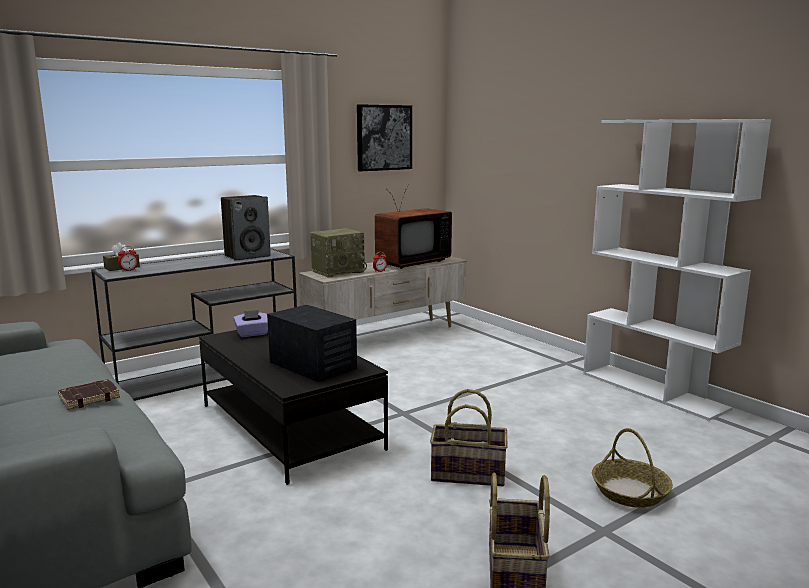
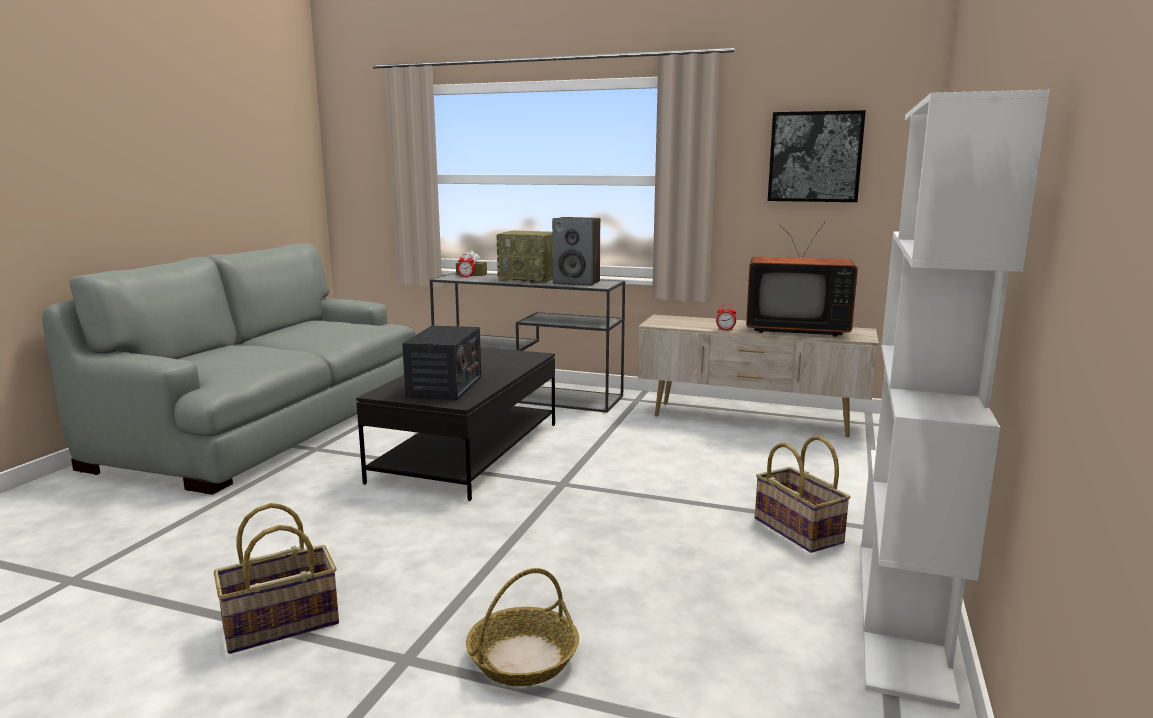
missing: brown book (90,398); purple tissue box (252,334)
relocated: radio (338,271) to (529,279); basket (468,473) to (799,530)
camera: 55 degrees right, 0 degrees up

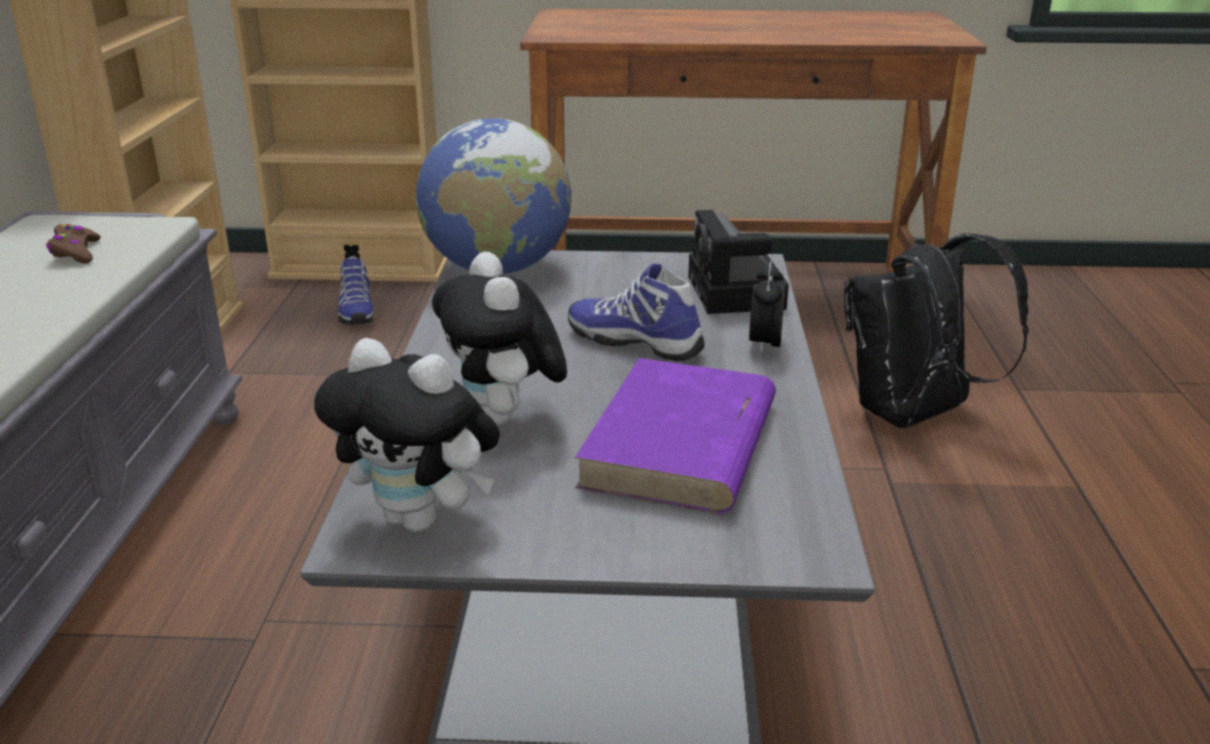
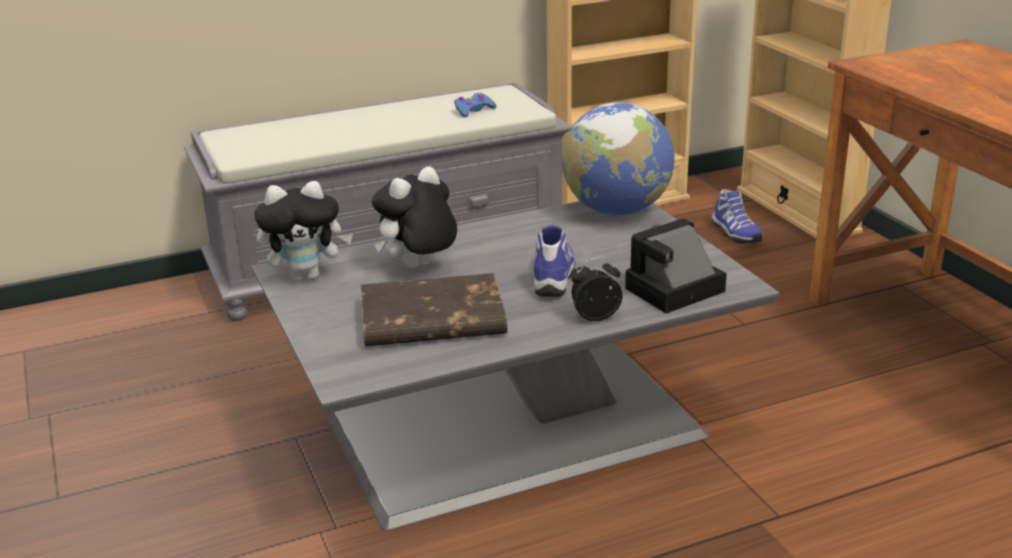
missing: black backpack (912,417)
colour: purple book (680,445) to brown book (431,320); brown game controller (75,253) to blue game controller (473,110)
spun: plush toy (421,520) = (307,276) 105 degrees counterclockwise; shoe (355,311) = (734,233) 75 degrees counterclockwise
camera: 65 degrees right, 0 degrees up

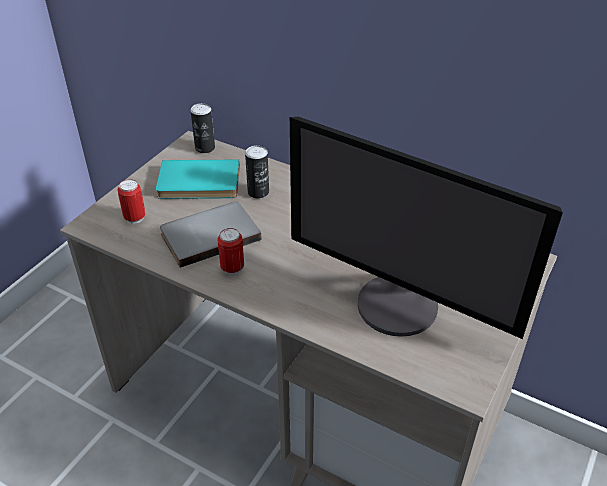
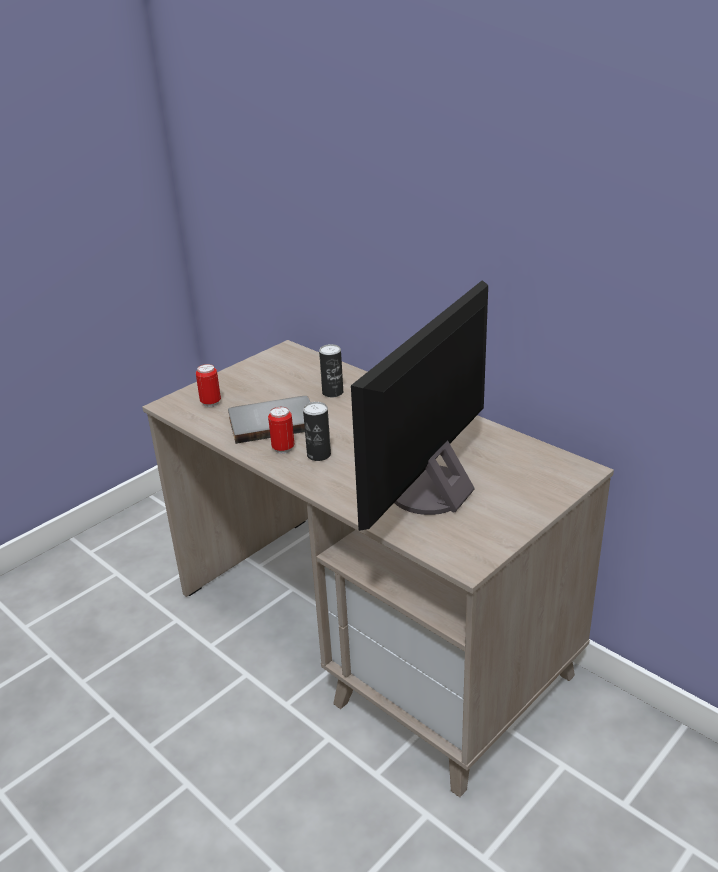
missing: turquoise book (199,184)
relocated: can (205,148) to (319,455)
spun: monitor (399,304) = (430,492) 75 degrees clockwise
camera: 15 degrees right, 10 degrees down

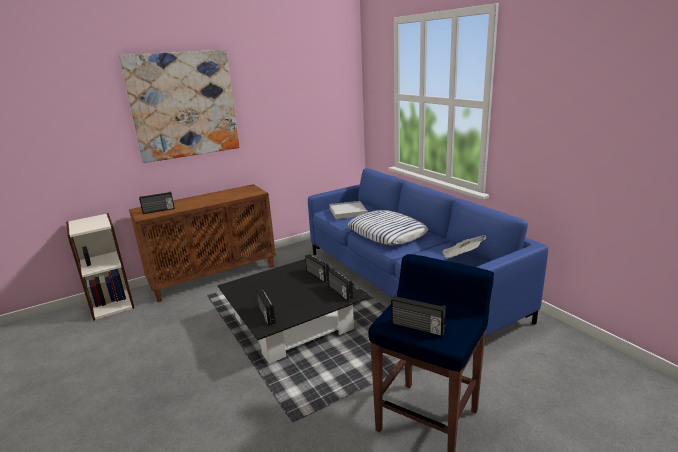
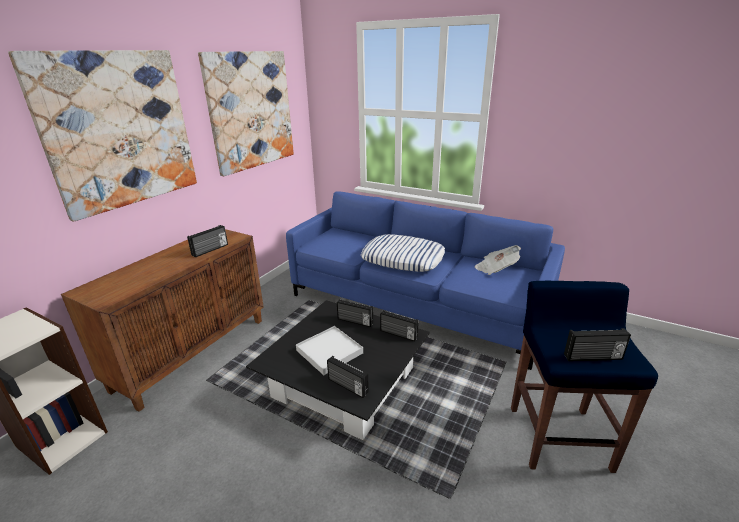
appeared: picture (251,111)
relocated: radio (158,210) to (210,250); white tray (348,212) to (329,352)
camera: 30 degrees left, 5 degrees up

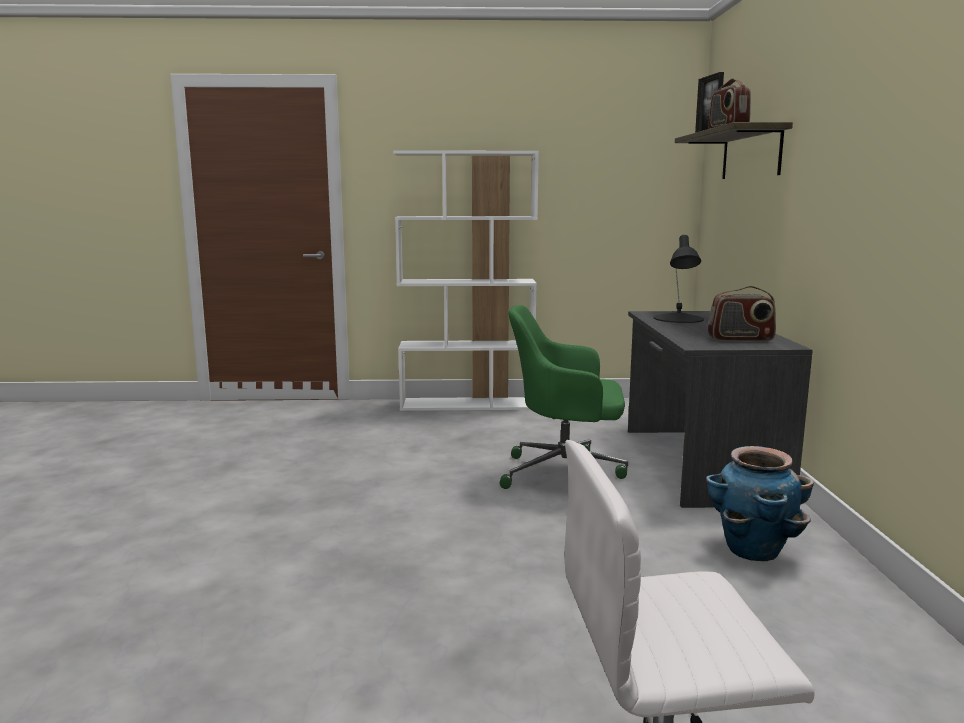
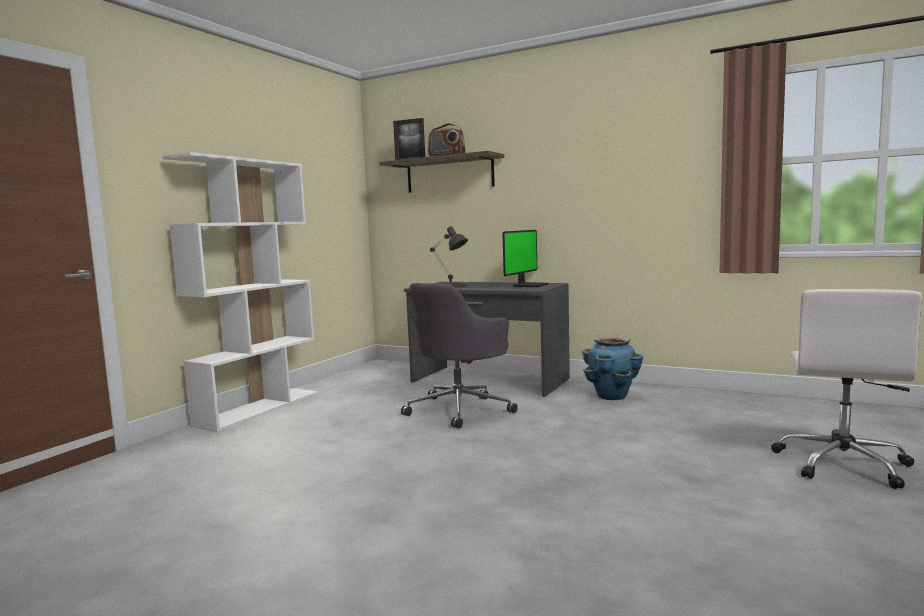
exchanged: radio (740,339) to monitor (529,285)
colour: green office chair (565,475) to grey office chair (460,409)
camera: 60 degrees left, 5 degrees down

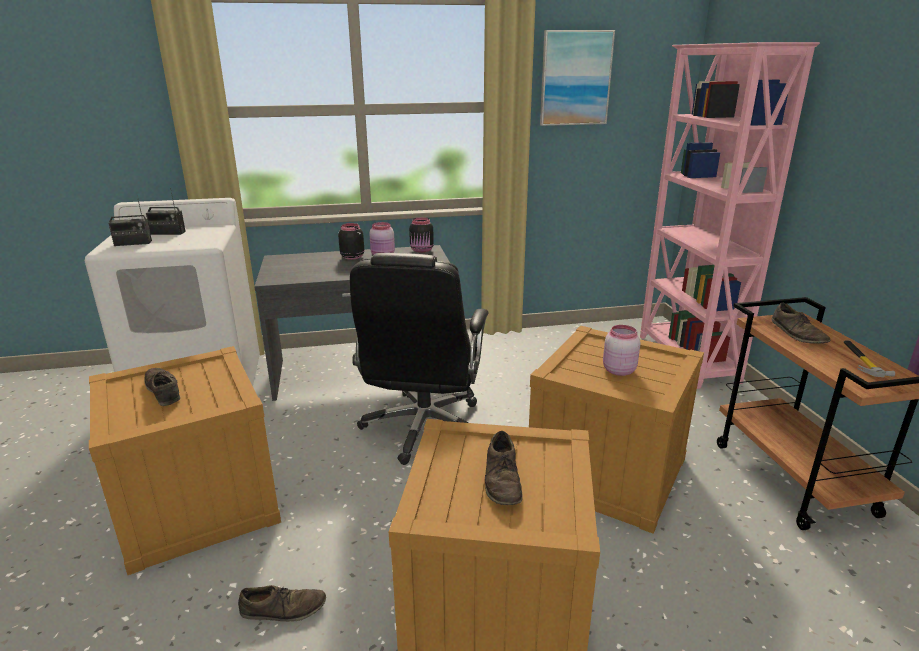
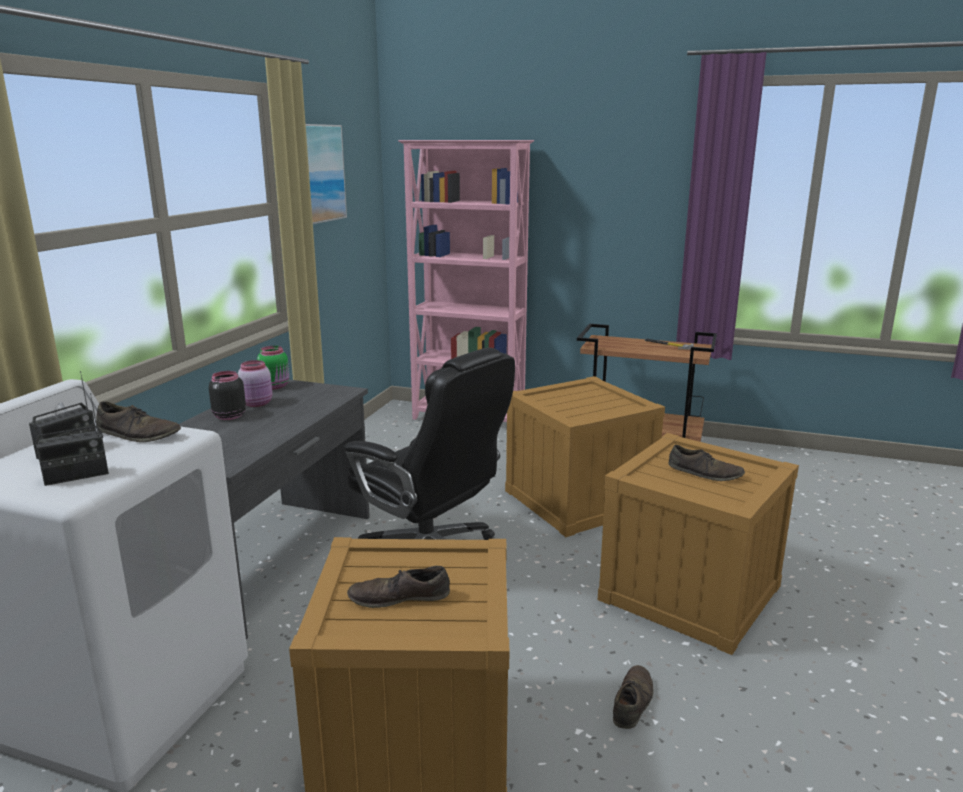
missing: pink jar (618,370)
relocated: brown shoe (797,334) to (138,434)
colour: black jar (422,250) to green jar (275,386)
spun: radio (133,243) = (76,476) 45 degrees clockwise
camera: 60 degrees left, 5 degrees down

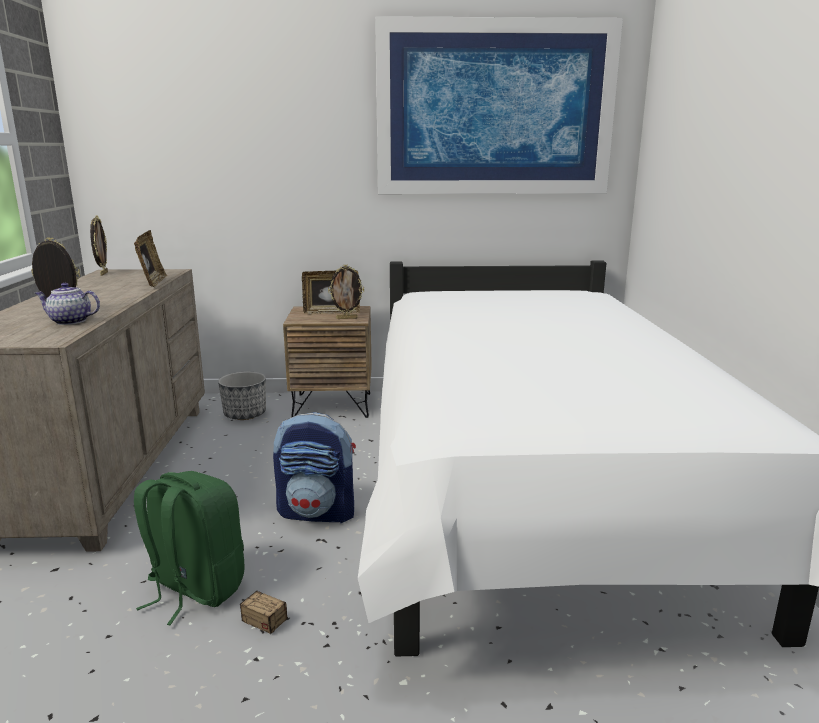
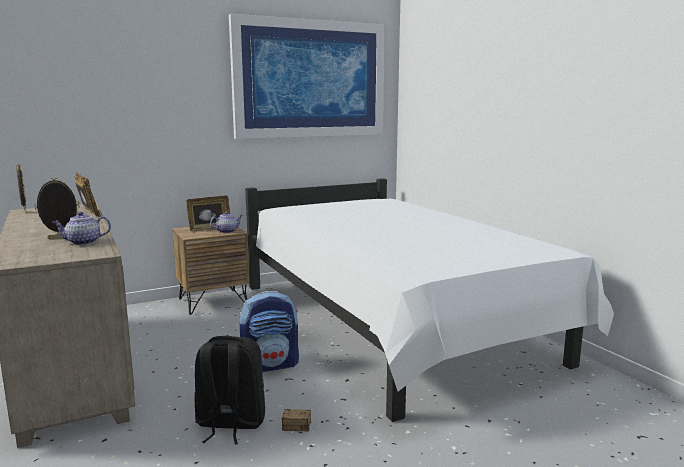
missing: planter (245,414)
exchanged: picture frame (347,318) to teapot (227,231)
colour: green backpack (194,589) to black backpack (230,424)
camera: 25 degrees left, 5 degrees down

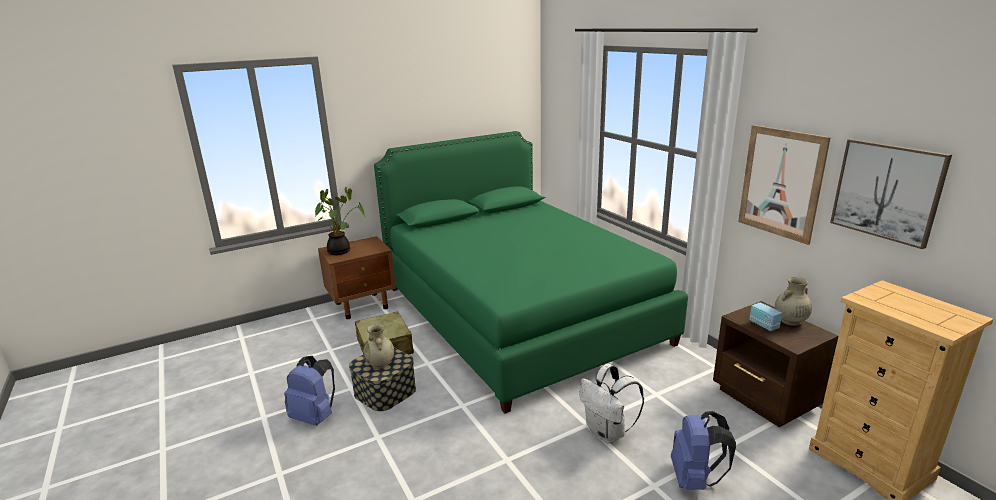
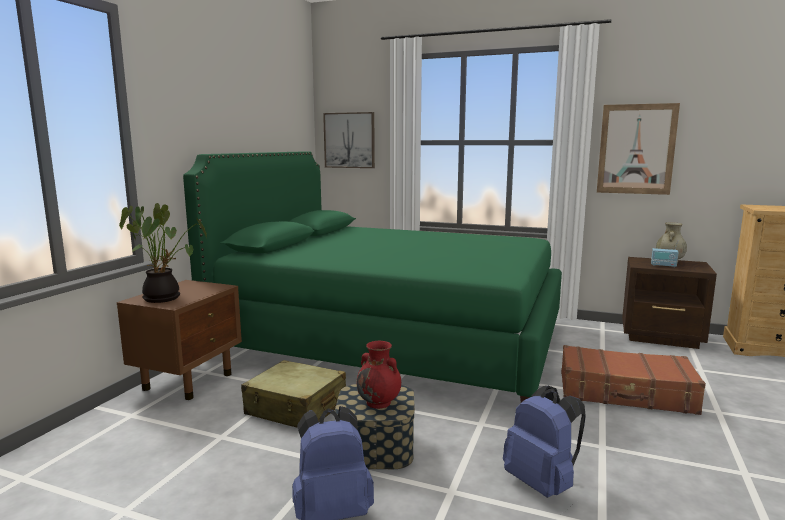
relocated: picture (887,191) to (349,140); blue backpack (695,479) to (542,483)
exchanged: white backpack (607,433) to brown suitcase (625,393)
colour: beige vase (380,364) to red vase (379,403)
camera: 40 degrees left, 10 degrees down

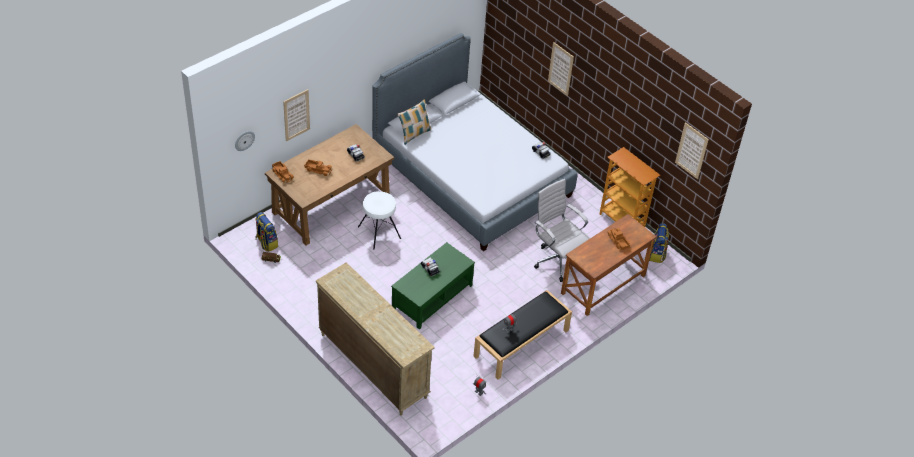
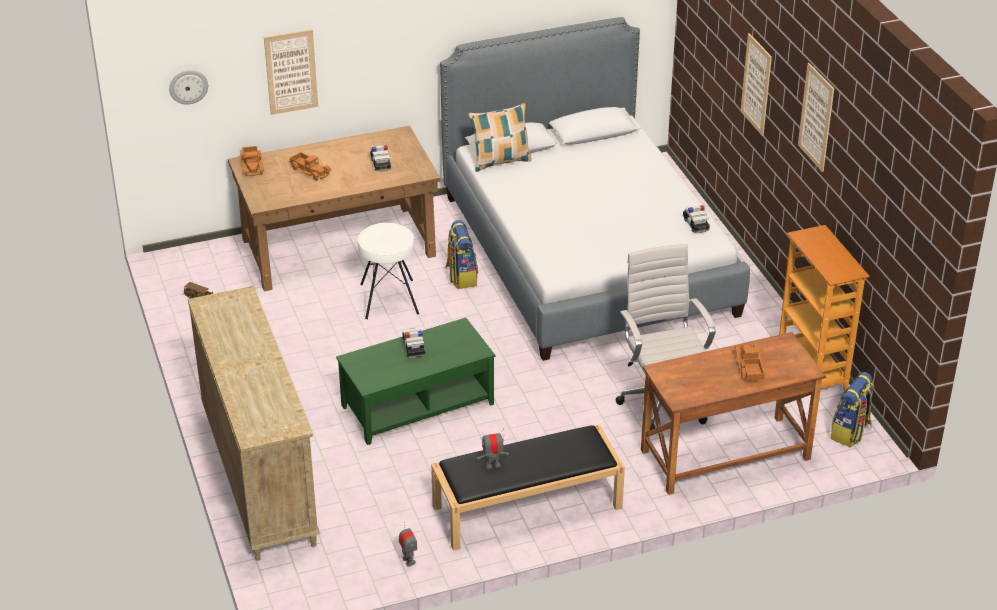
relocated: backpack (266,242) to (461,277); picture (691,150) to (816,117)
camera: 25 degrees right, 10 degrees down

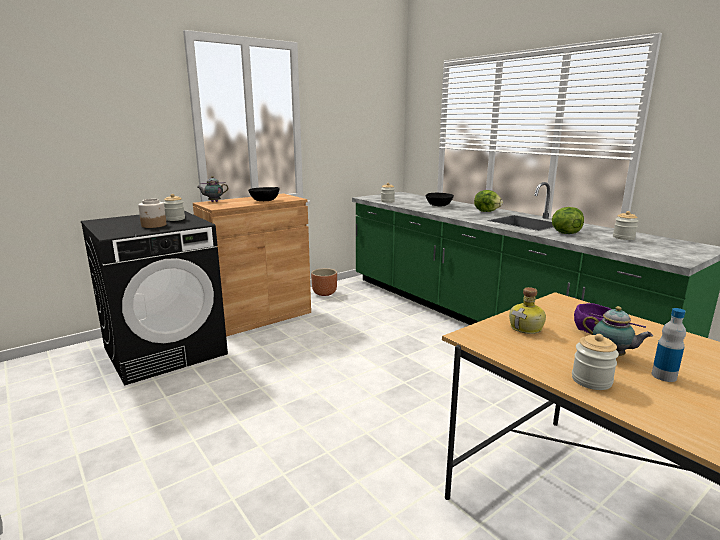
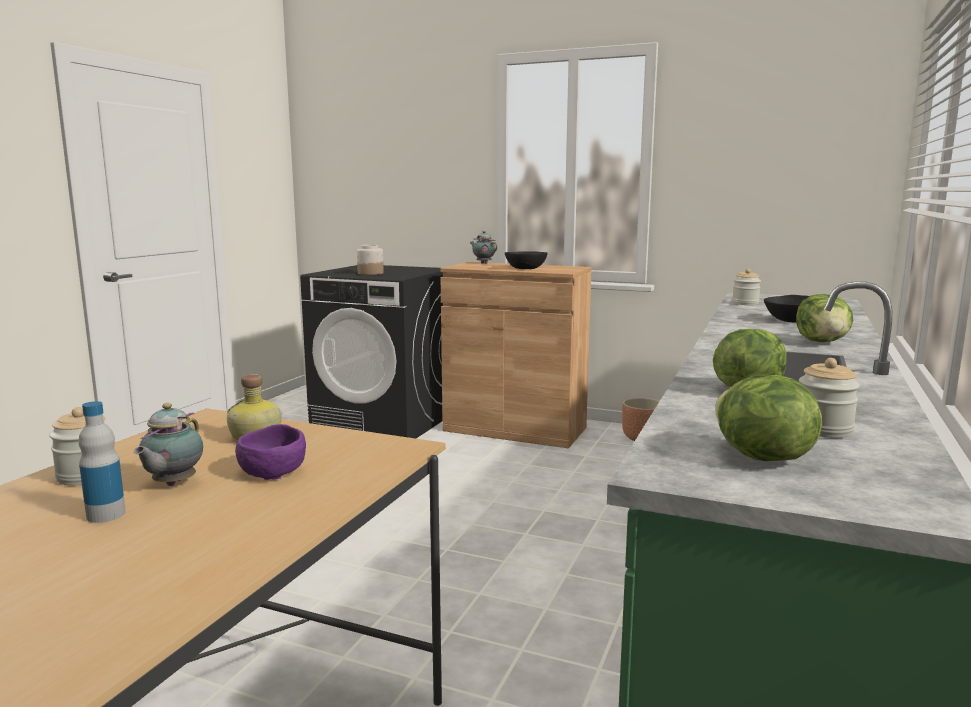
missing: jar (175,219)
appeared: lettuce (760,457)
camera: 60 degrees right, 5 degrees down

